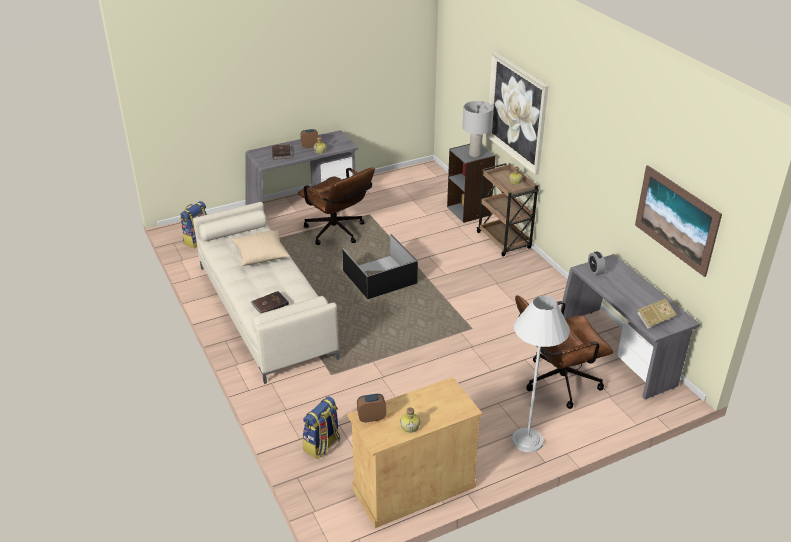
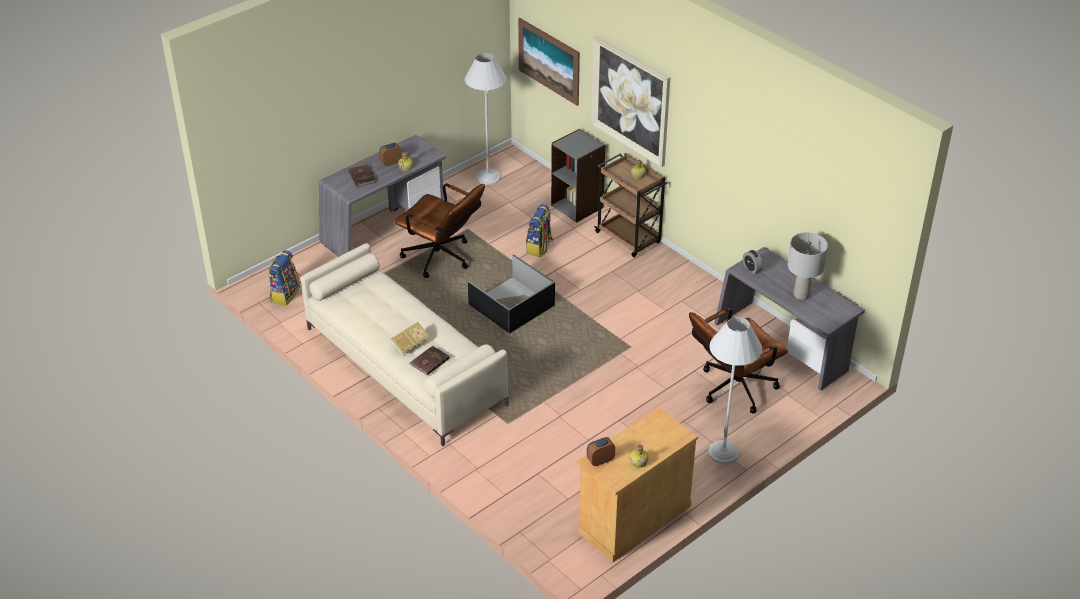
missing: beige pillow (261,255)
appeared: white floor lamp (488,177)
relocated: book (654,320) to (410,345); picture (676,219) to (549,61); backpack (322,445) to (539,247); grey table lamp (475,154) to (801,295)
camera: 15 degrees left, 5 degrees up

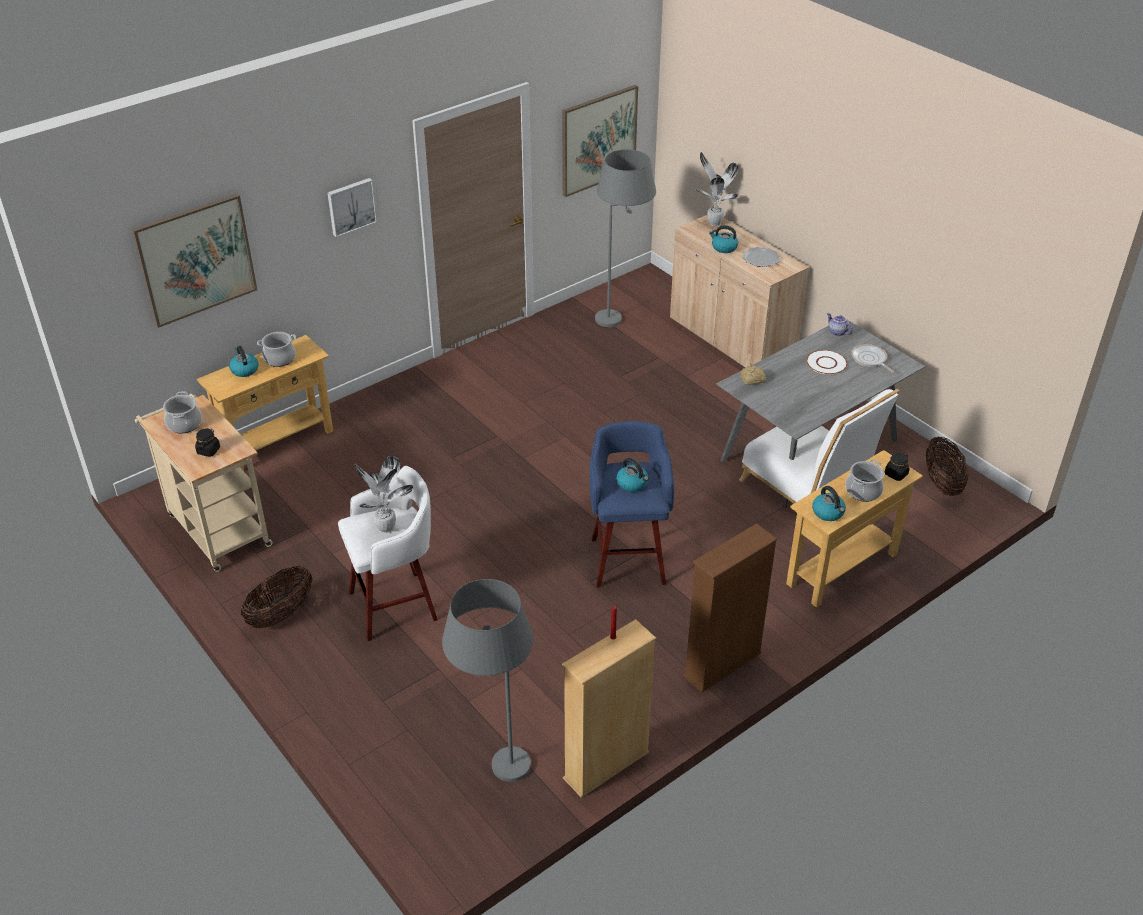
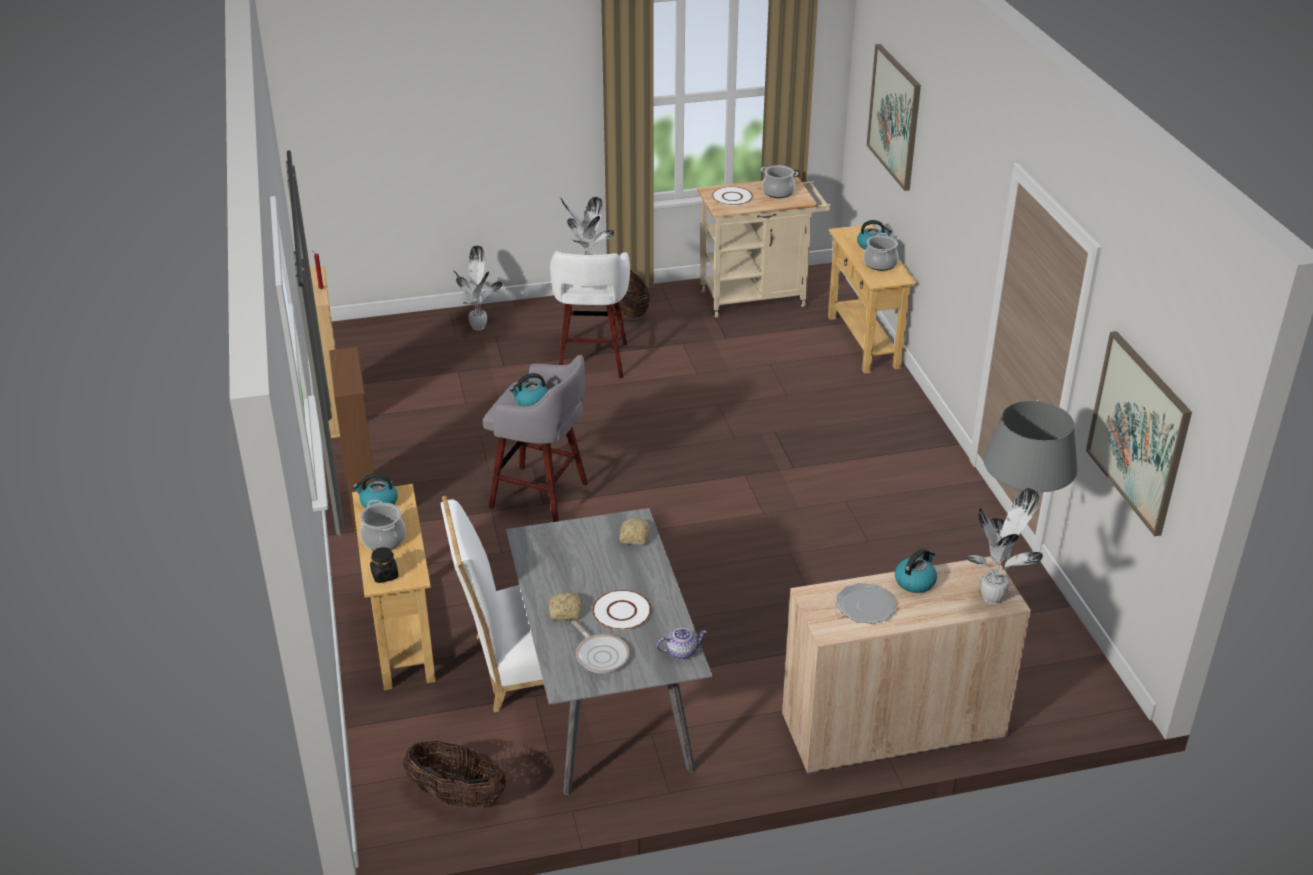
missing: picture (351,206); grey floor lamp (496,779)
appeared: potted plant (479,326); bread (566,612)
exchanged: black jar (208,450) to white plate (732,197)
colour: blue stool (628,559) to grey stool (542,496)
spun: frying pan (870,359) = (601,655) 60 degrees clockwise
camera: 115 degrees right, 5 degrees down

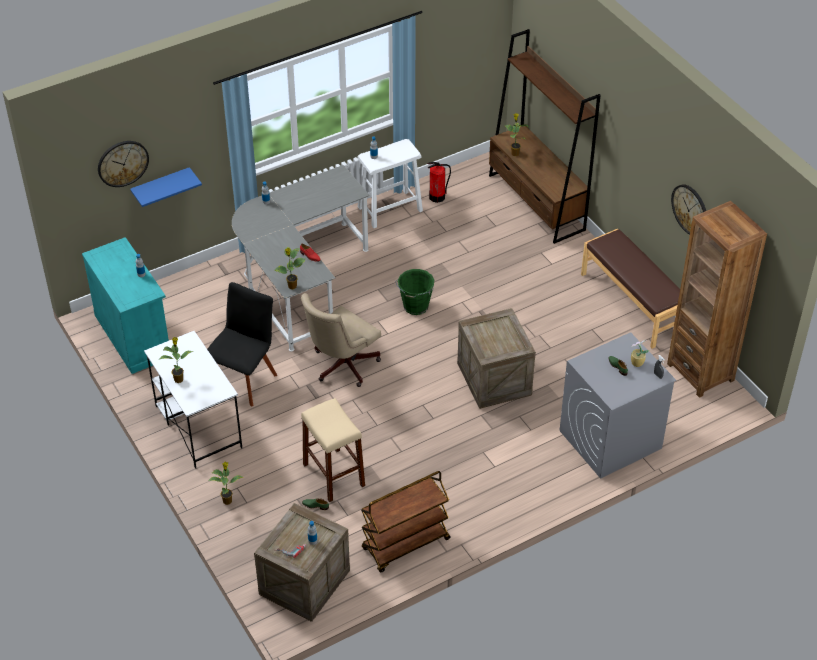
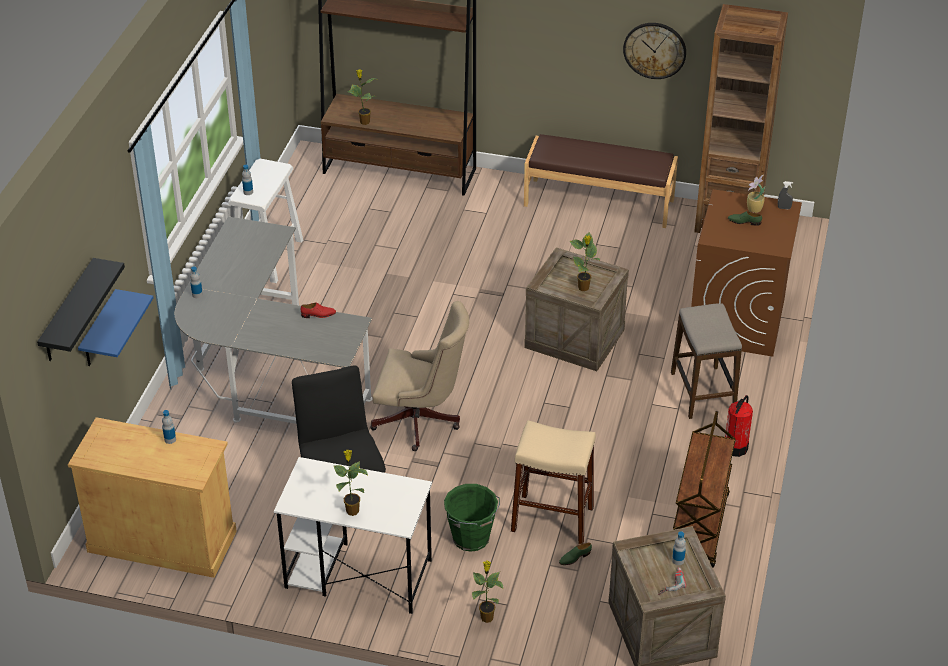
appeared: stool (703,392)
relocated: green bucket (415,307) to (471,539); potted plant (292,286) to (584,288); fire extinguisher (437,197) to (736,447)
exchanged: wall clock (123,163) to black shelf (68,312)
colour: turquoise cabinet (133,336) to beige cabinet (162,541); grey washing machine (610,440) to brown washing machine (737,321)
spun: beige office chair (341,366) = (421,422) 75 degrees counterclockwise
camera: 45 degrees left, 5 degrees down

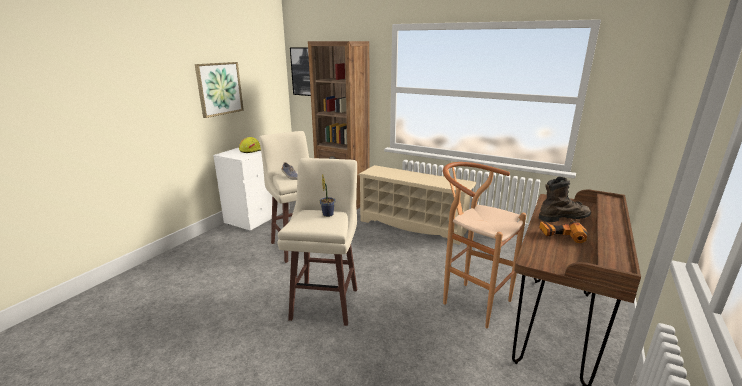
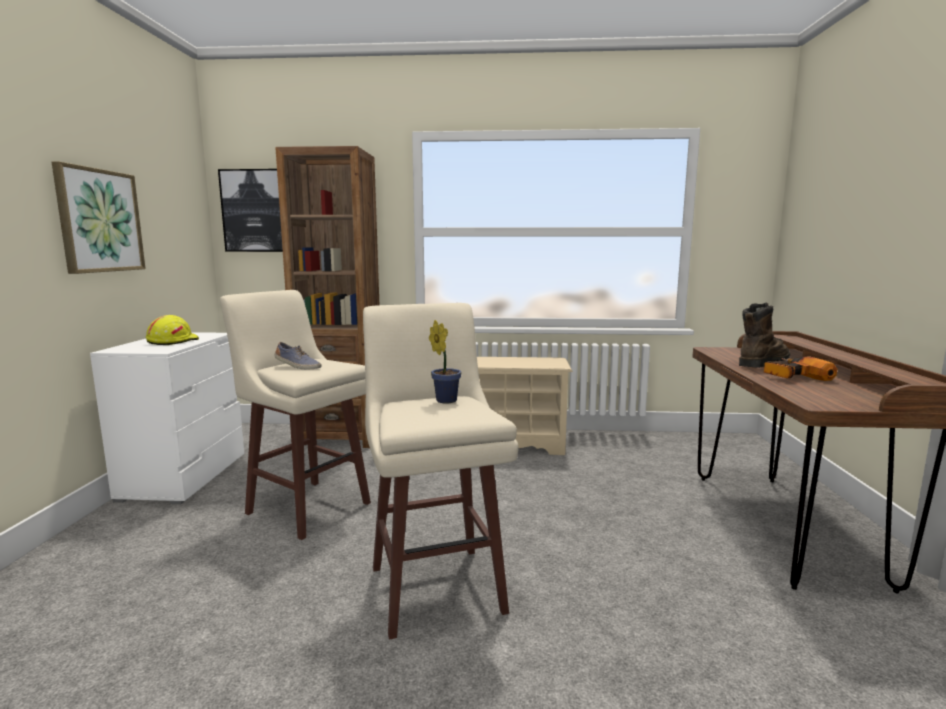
missing: brown stool (470,300)
camera: 25 degrees left, 10 degrees down

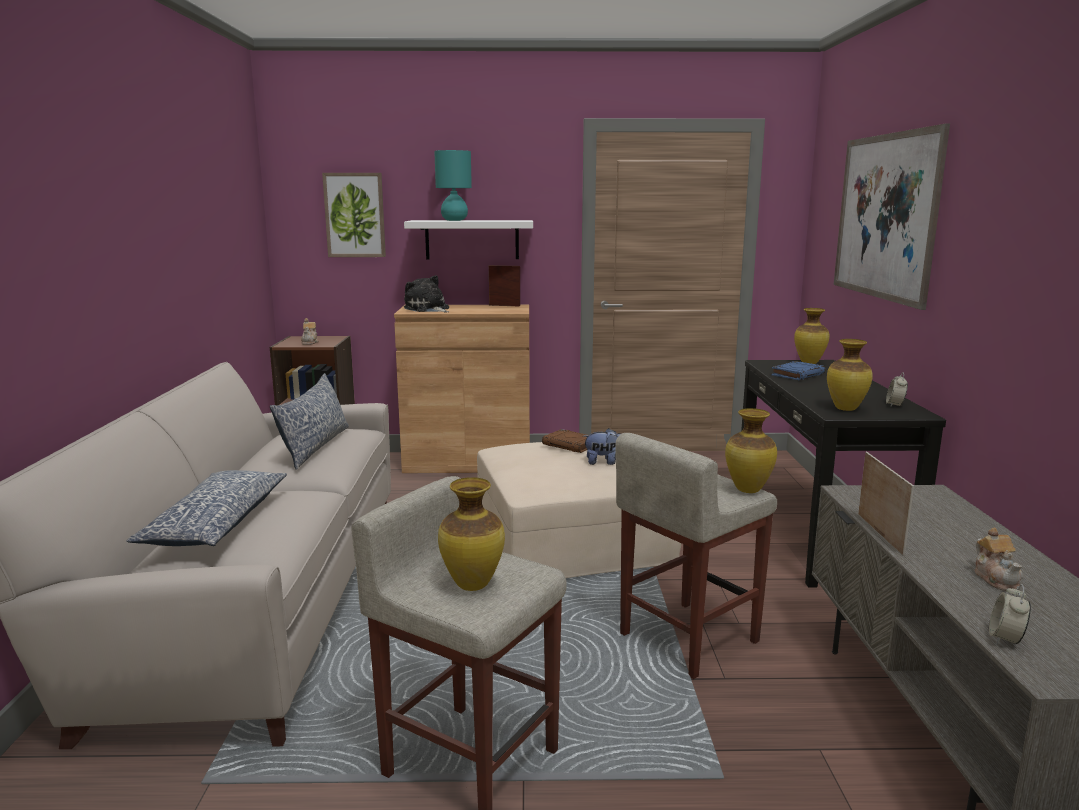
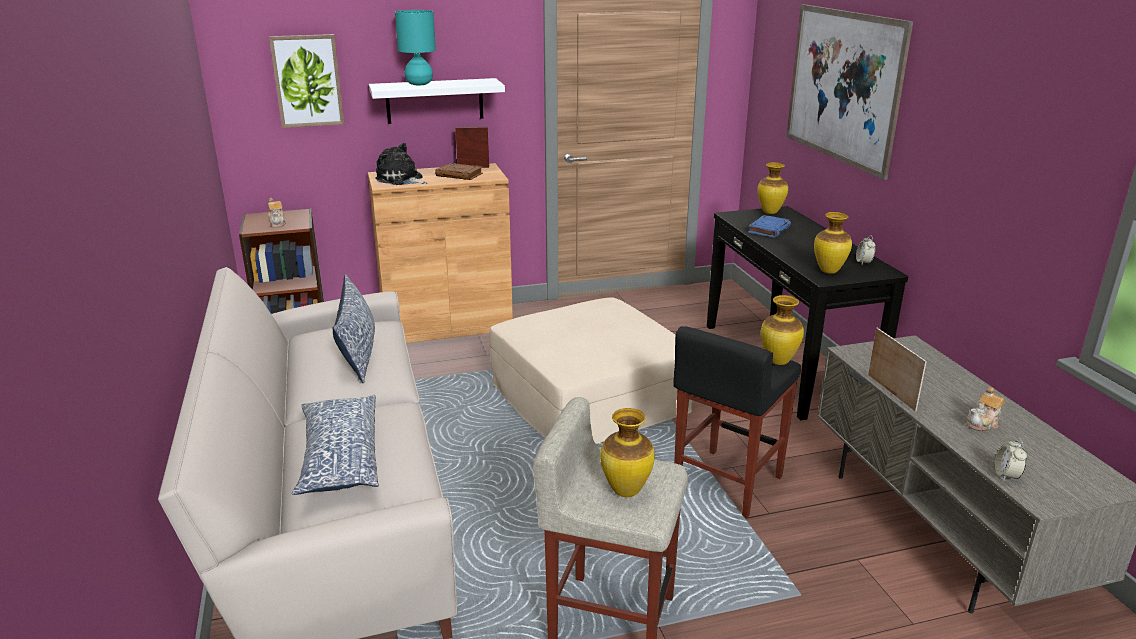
missing: plush toy (605,462)
relocated: brown book (570,445) to (460,175)
colour: beige stool (687,638) to black stool (727,483)
spun: teapot (996,578) = (983,423) 75 degrees clockwise
camera: 15 degrees left, 10 degrees up

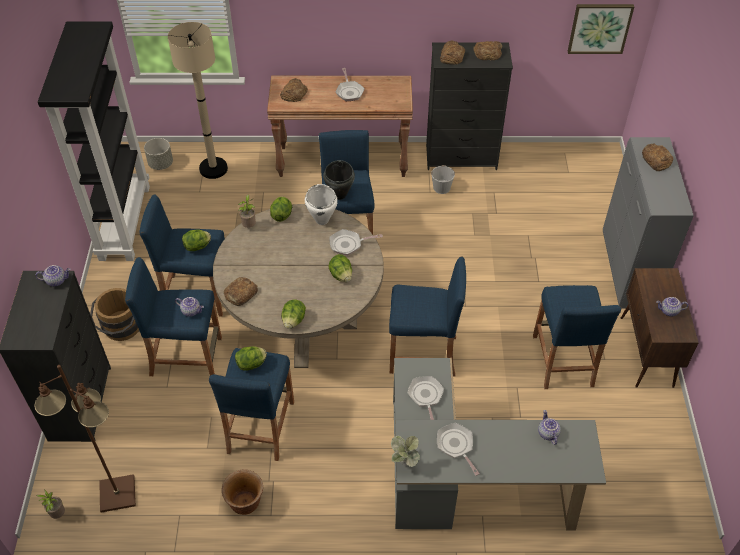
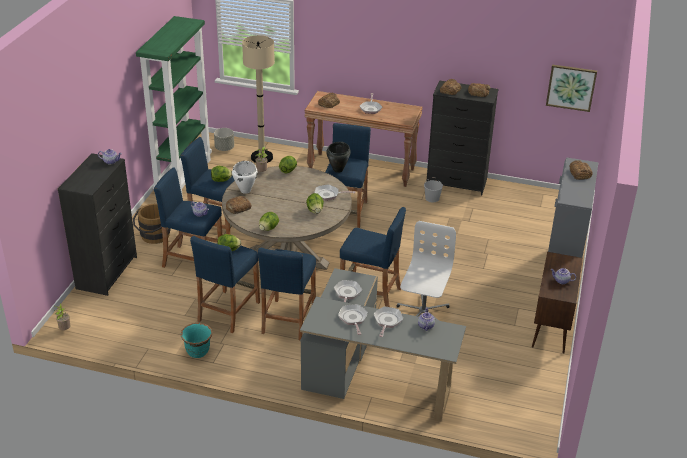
missing: brown floor lamp (117,493); potted plant (404,464)
appeared: frying pan (387,321); white office chair (422,312)
relocated: white cooking pot (322,220) to (245,190); blue stool (562,360) to (288,319)
colour: black bookcase (124,221) to green bookcase (183,177); brown planter (245,503) to turquoise planter (198,352)
camera: 15 degrees right, 15 degrees down

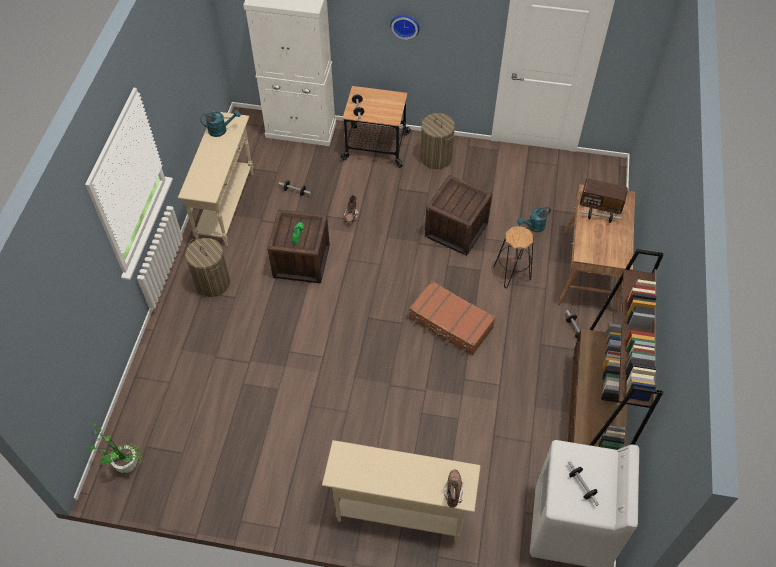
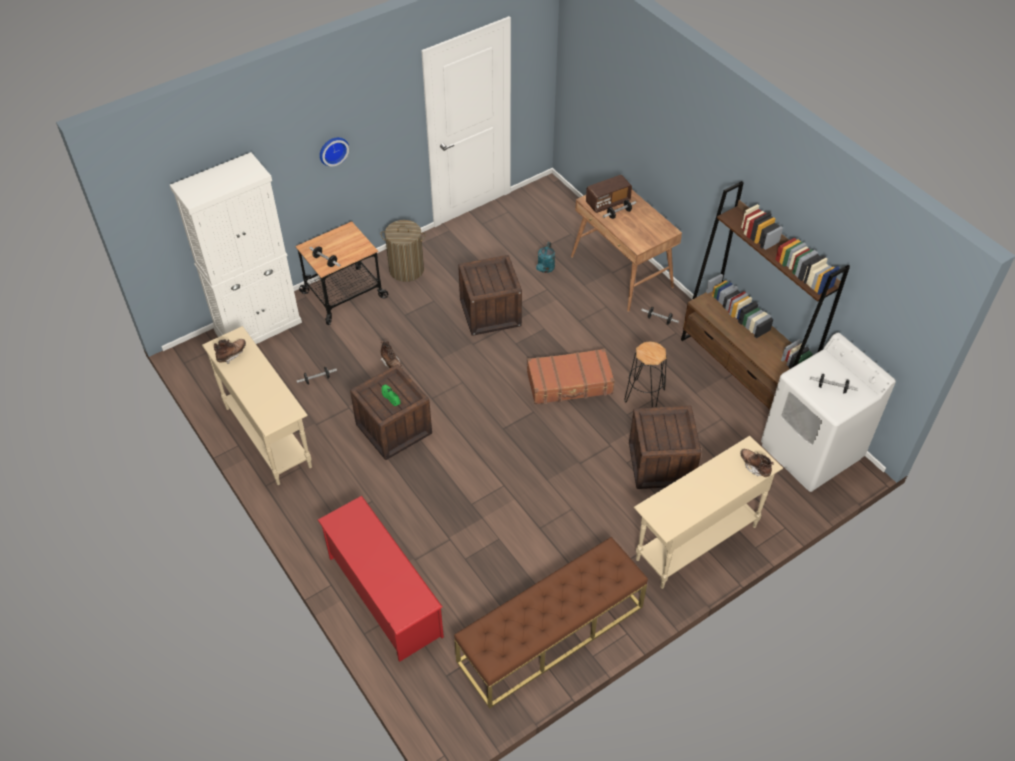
missing: potted plant (123,463); laundry basket (212,283)
appeared: red shoe rack (384,595); brown bench (550,634); crate (660,464)
relocated: black stool (511,273) to (644,395)
exchanged: turquoise watering can (221,130) to brown boot (232,354)
camera: 45 degrees left, 5 degrees down

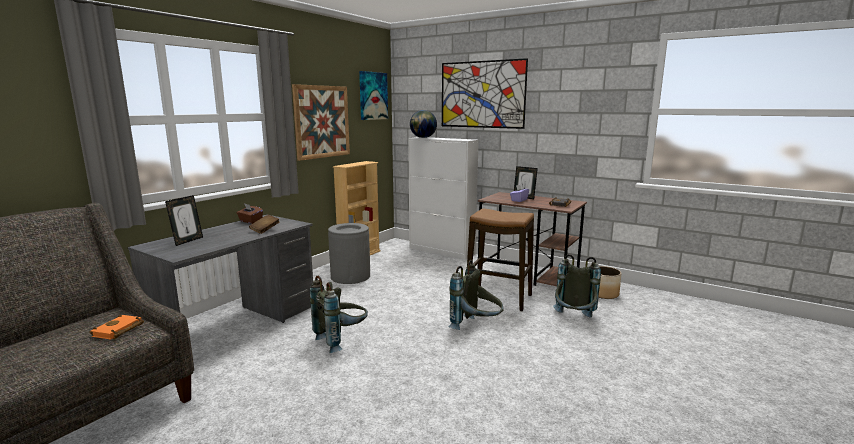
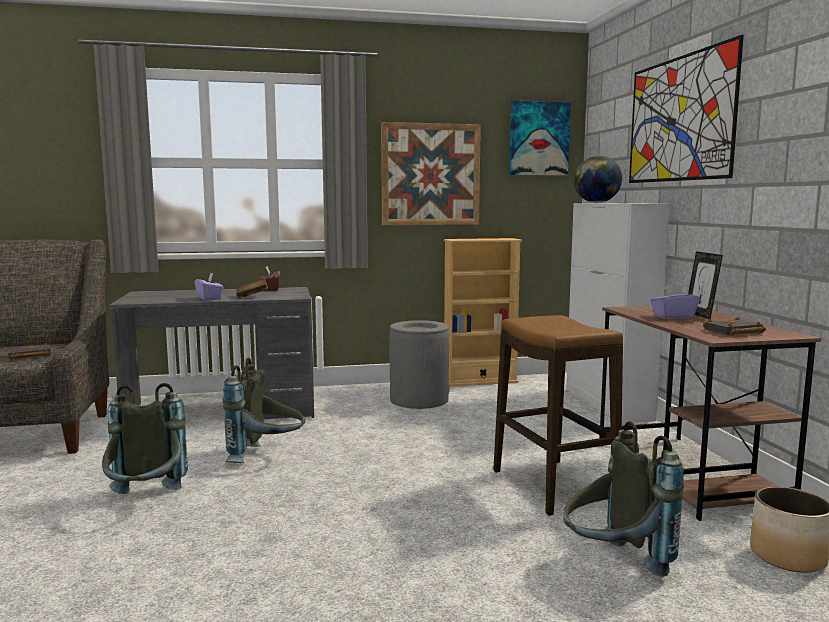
missing: picture frame (187,241)
appeared: purple tissue box (209,298)
relocated: grey backpack (476,327) to (146,501)
colour: orange book (118,331) to black book (28,356)
camera: 45 degrees right, 5 degrees down

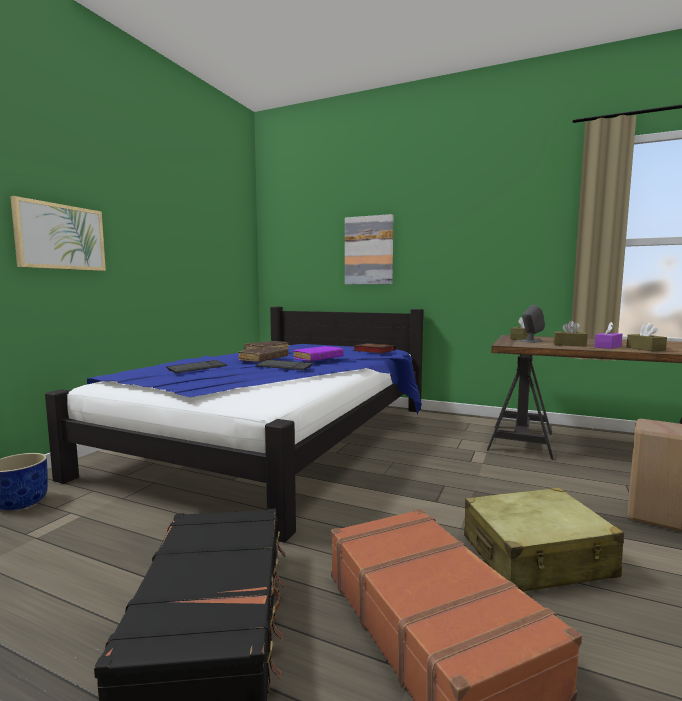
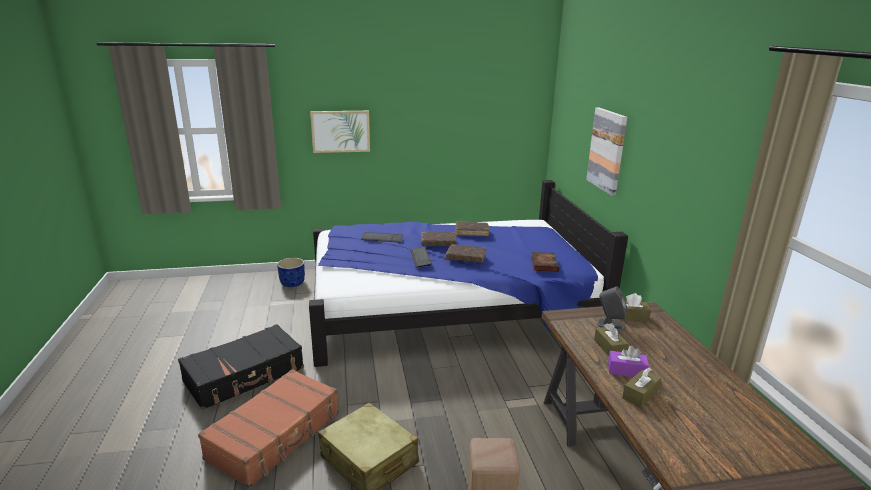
colour: purple book (318,359) to brown book (466,258)
camera: 55 degrees right, 15 degrees up

